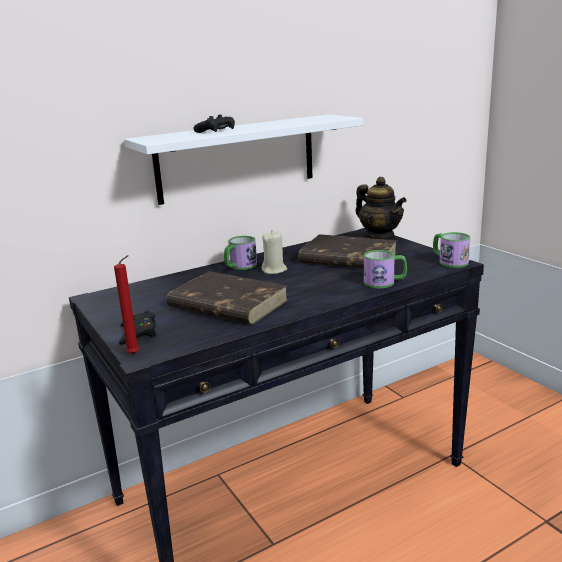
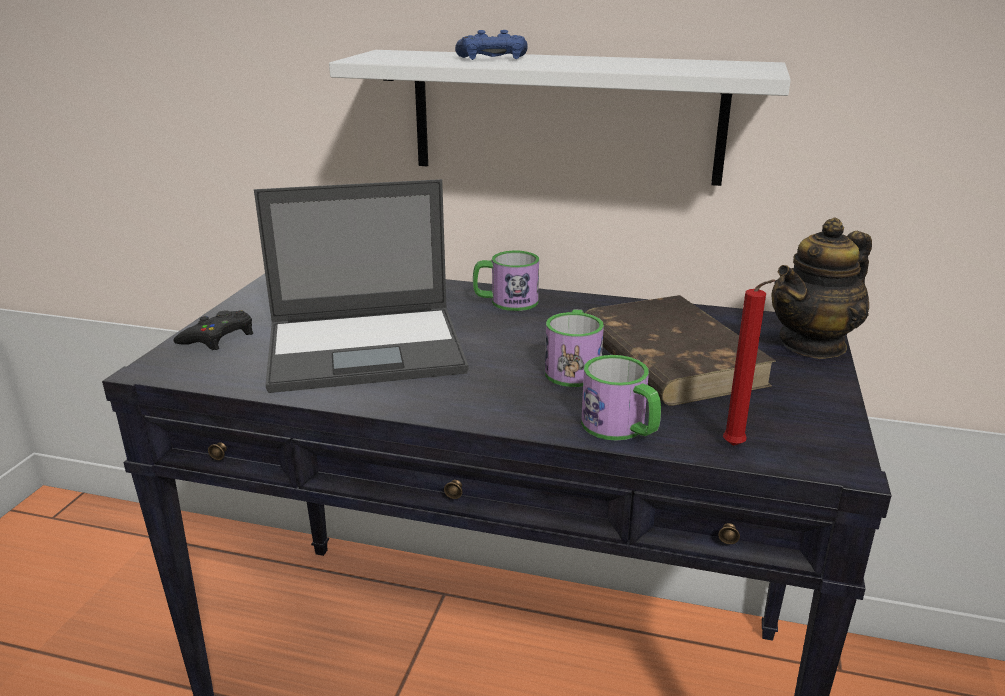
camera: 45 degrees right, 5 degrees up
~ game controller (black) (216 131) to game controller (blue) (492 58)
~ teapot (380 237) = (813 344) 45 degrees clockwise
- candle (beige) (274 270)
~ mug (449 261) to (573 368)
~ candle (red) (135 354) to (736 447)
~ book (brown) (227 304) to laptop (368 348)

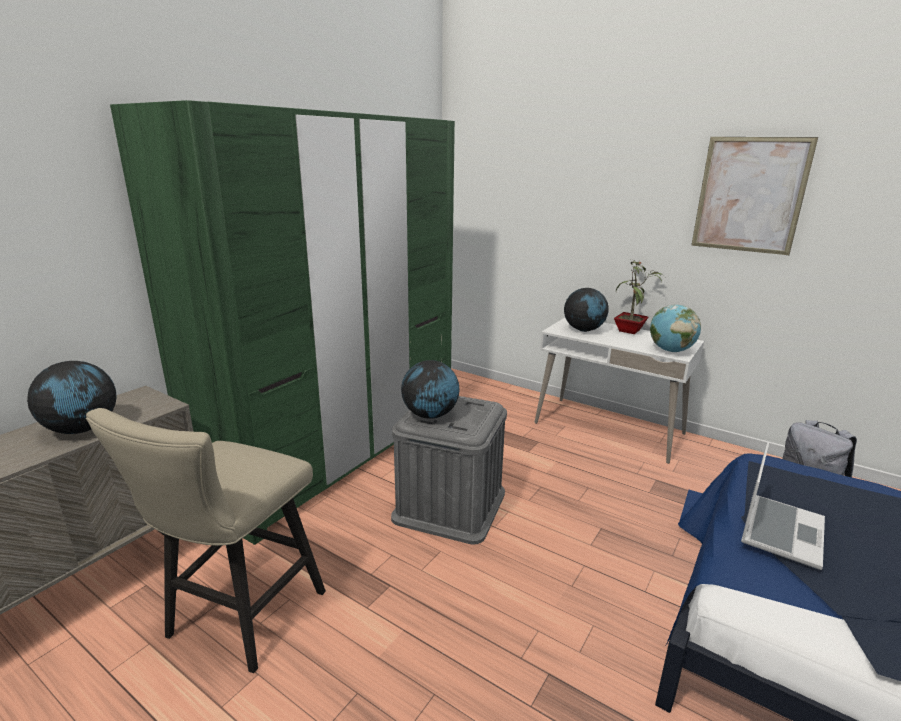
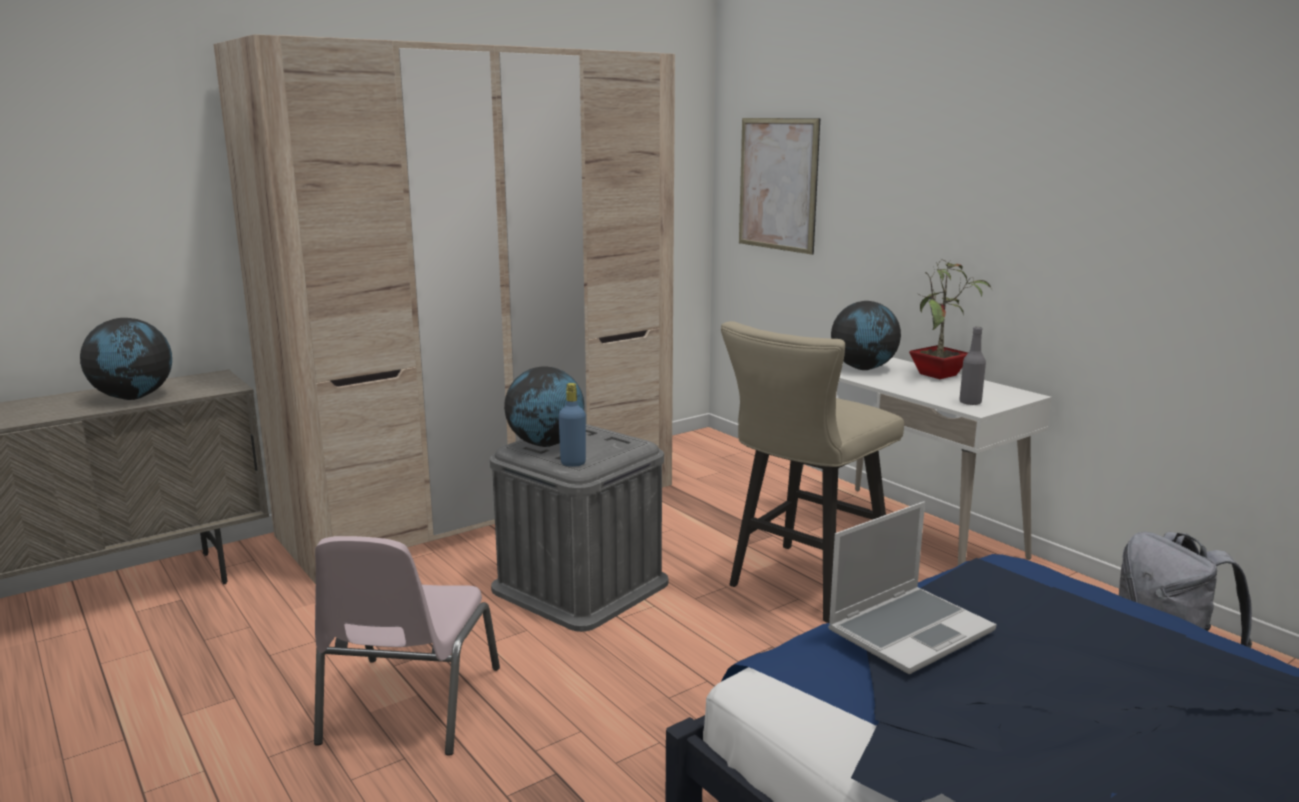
camera: 20 degrees right, 5 degrees down
~ wardrobe (green) (340 452) to wardrobe (beige) (487 508)
~ picture (749 195) to (777 184)
~ globe (670 350) to bottle (grey) (970 402)
~ stool (beige) (239 620) to (802 586)
+ bottle (blue) (573 463)
+ chair (pink) (408 706)

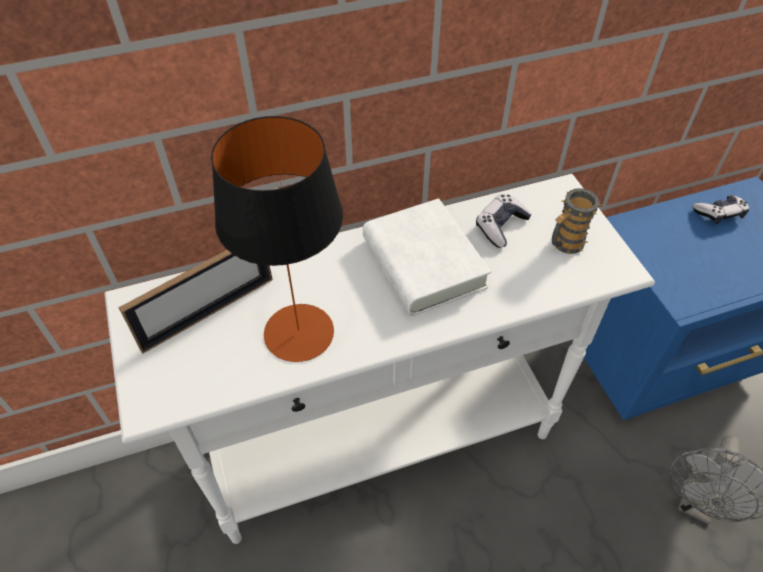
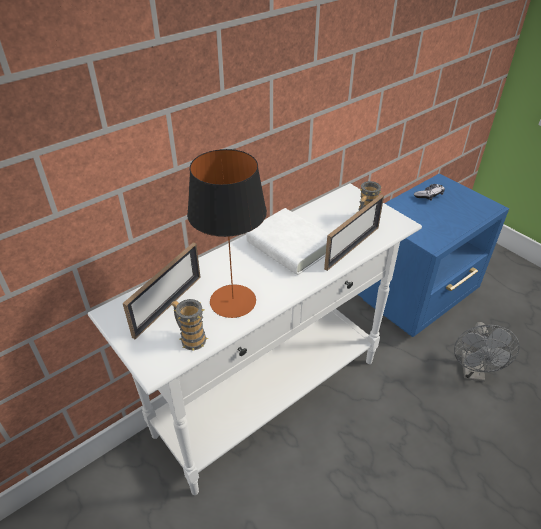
camera: 20 degrees left, 10 degrees down
- game controller (500 226)
+ picture frame (352 247)
+ mug (190 338)

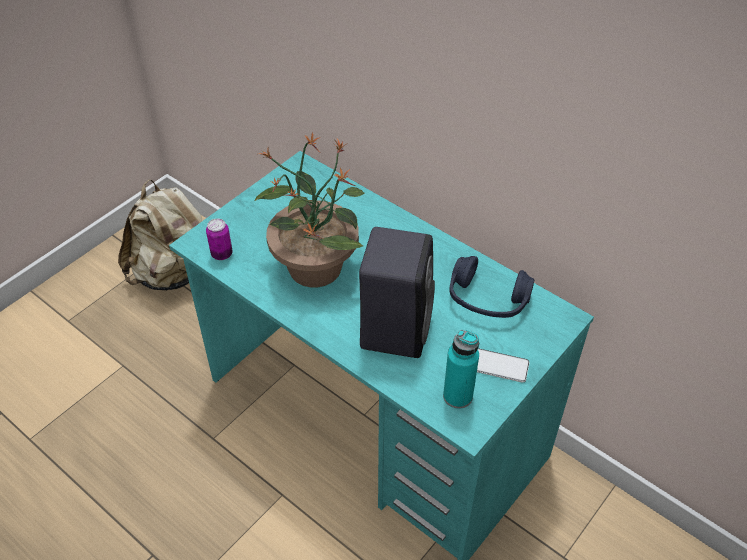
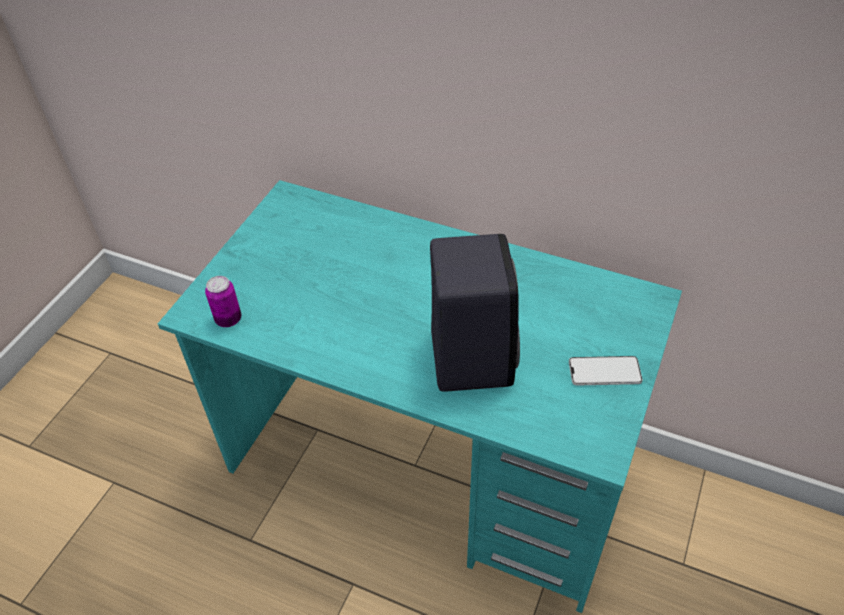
camera: 15 degrees left, 0 degrees up
- potted plant (315 266)
- backpack (beige) (176 273)
- headphones (blue) (487 299)
- bottle (turquoise) (457 396)

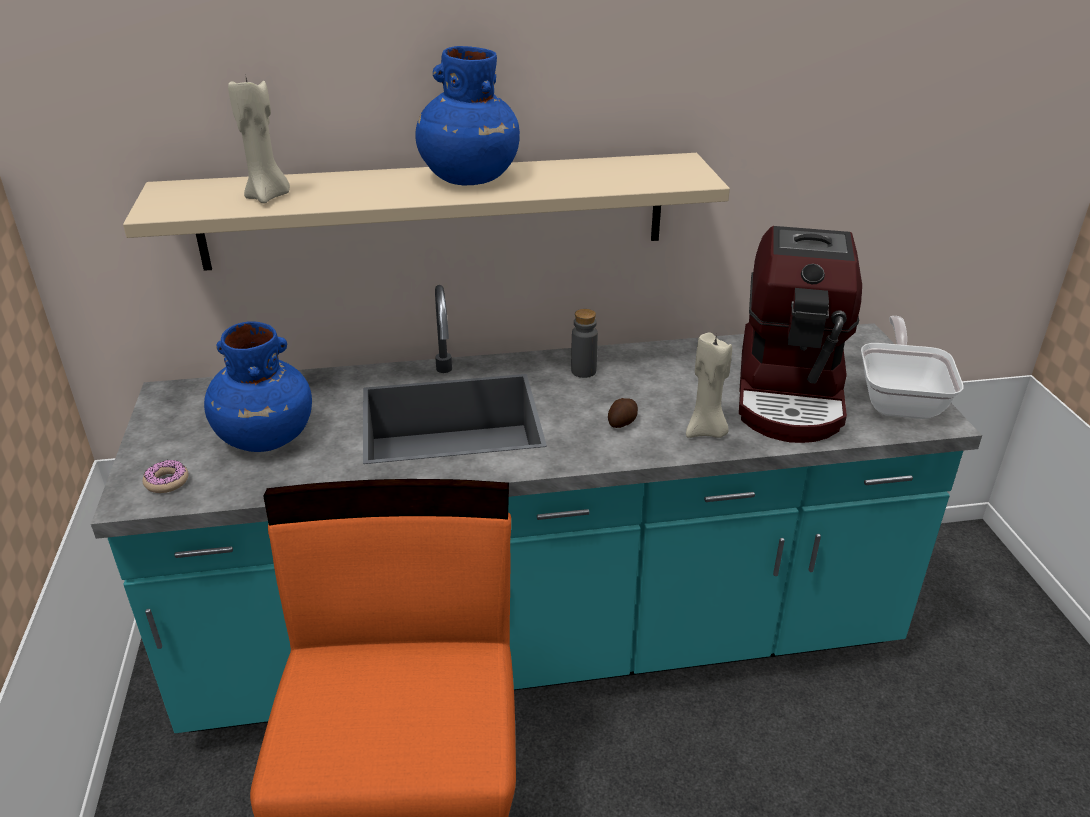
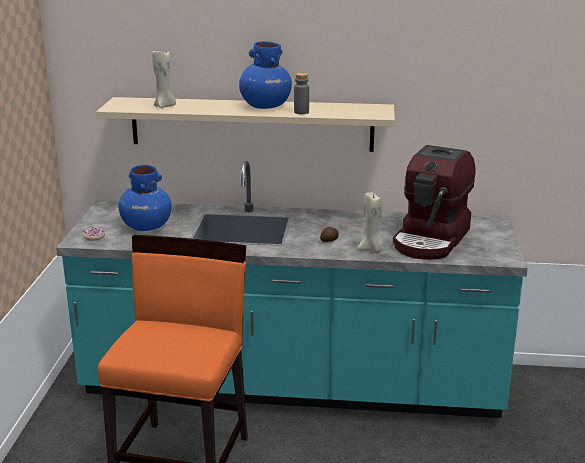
camera: 15 degrees right, 10 degrees down
~ bottle (grey) (583 371) to (301 112)
- frying pan (900 399)

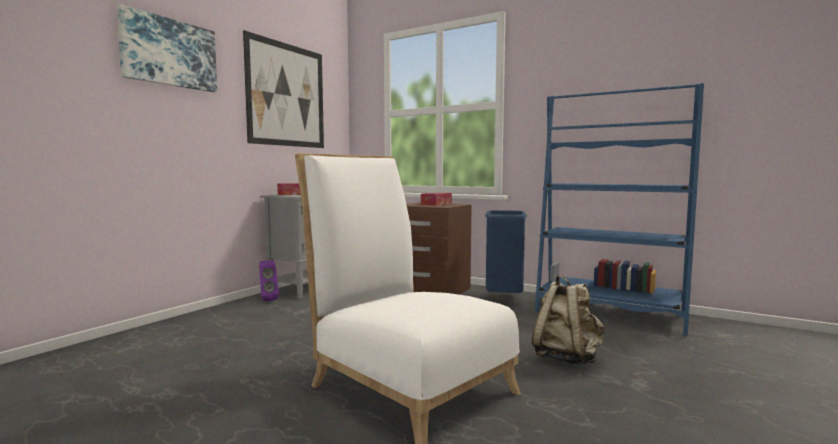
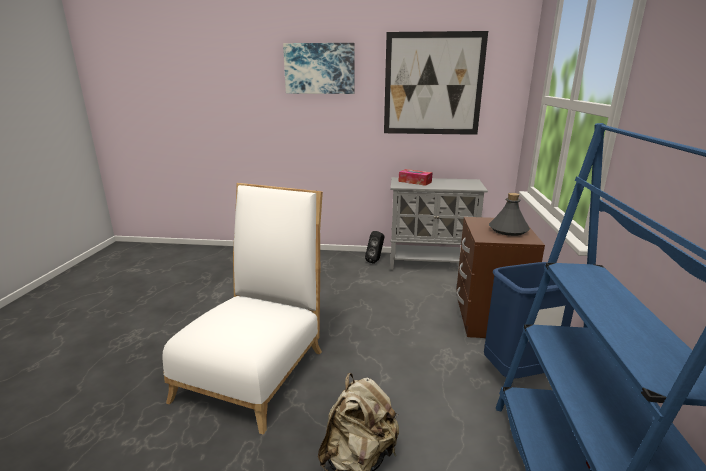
camera: 65 degrees right, 15 degrees up
~ tissue box (436 204) to bottle (grey) (508 230)
~ speaker (purple) (268 299) to speaker (black) (375 261)

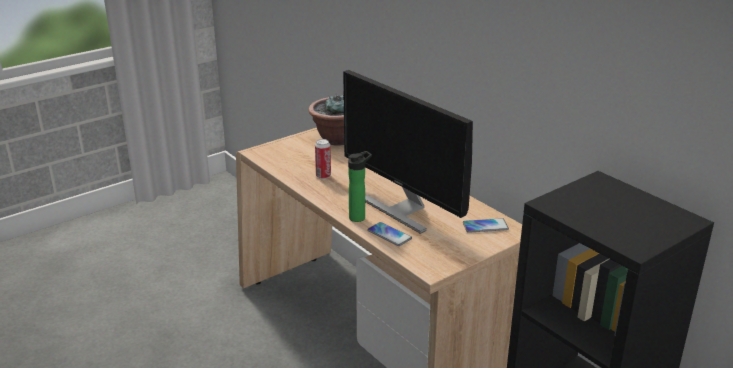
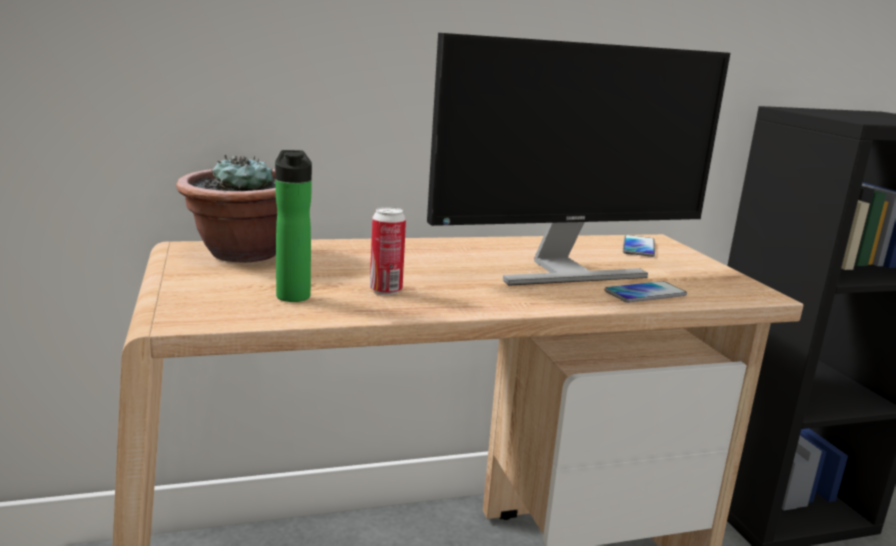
camera: 70 degrees left, 10 degrees down
~ bottle (359 217) to (293 294)

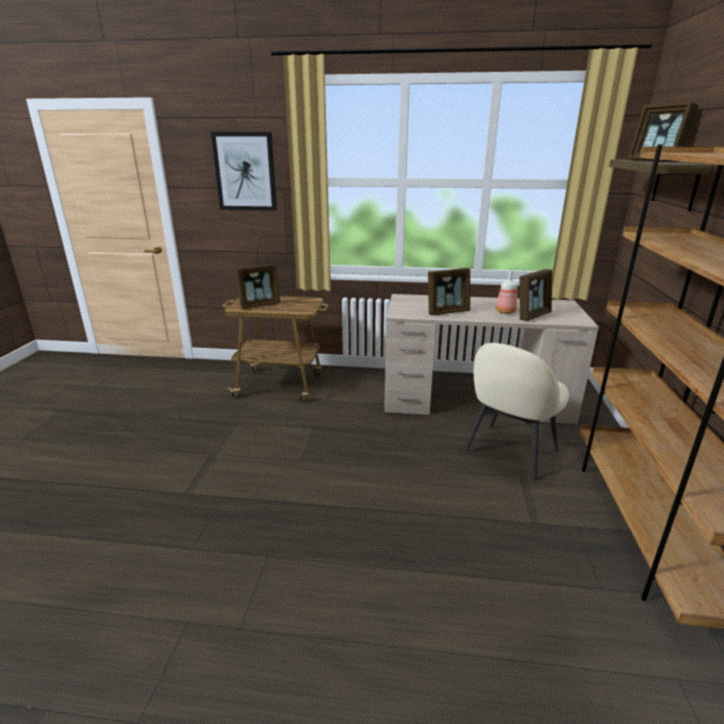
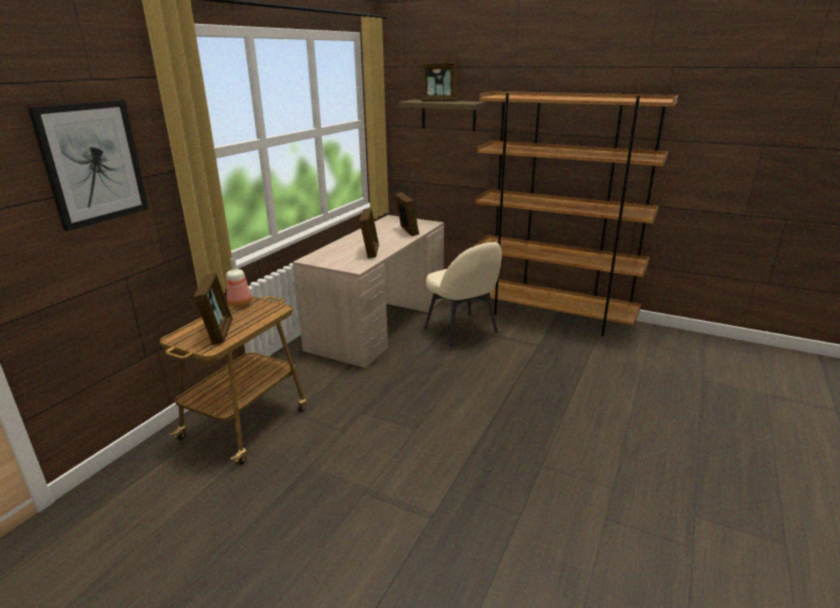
camera: 70 degrees left, 0 degrees up
~ bottle (506 312) to (240 303)

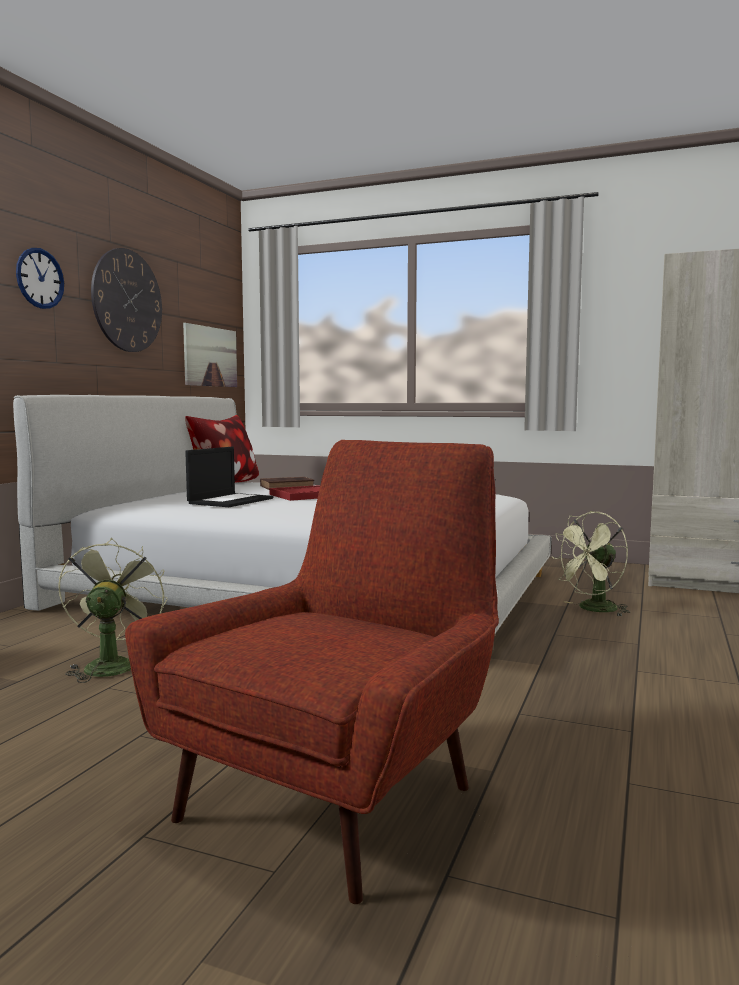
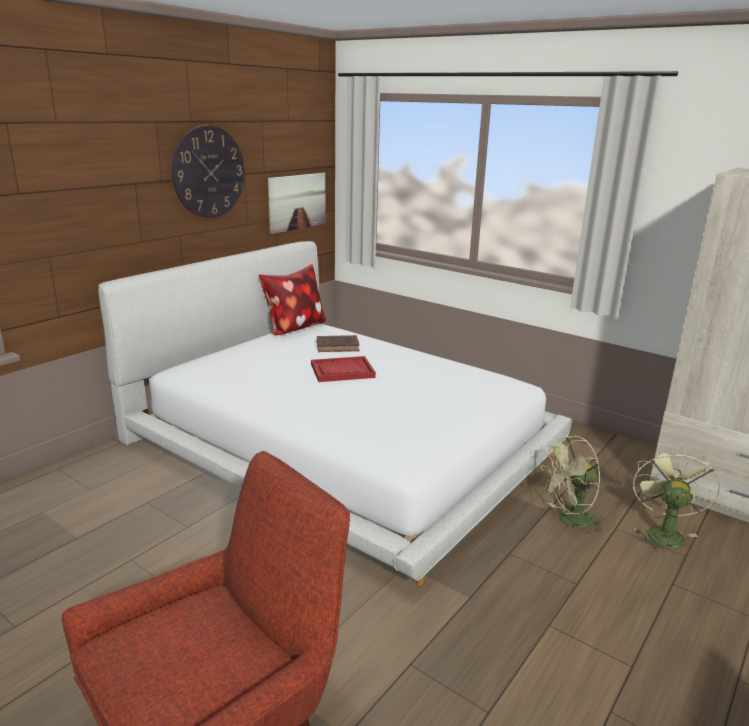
camera: 15 degrees right, 15 degrees up
- wall clock (40 278)
- laptop (230 501)
~ fan (green) (111 664) to (663 532)

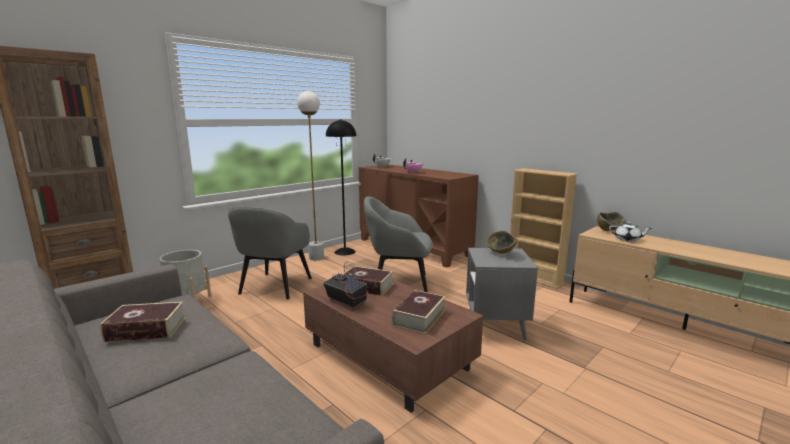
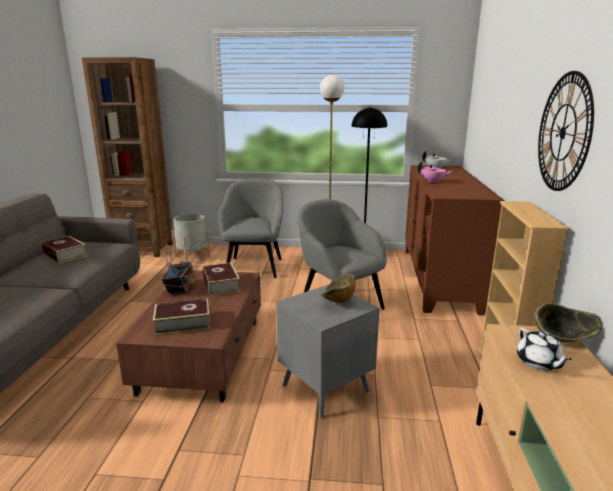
camera: 50 degrees right, 5 degrees up
~ armchair (grey) (275 286) = (254 267) 120 degrees clockwise
+ wall clock (563 132)

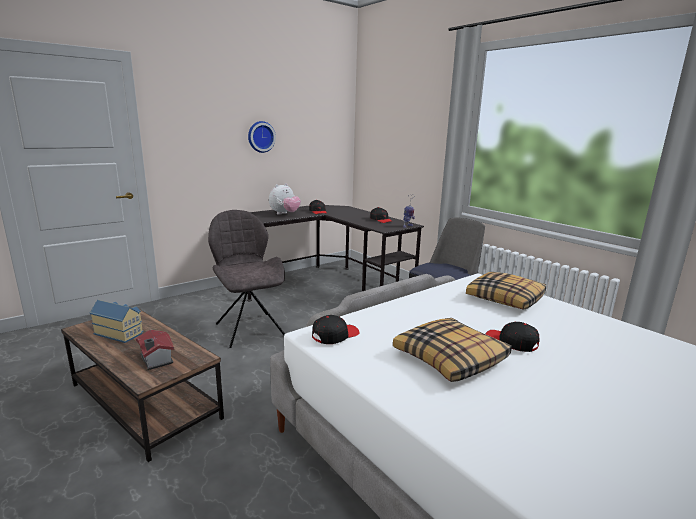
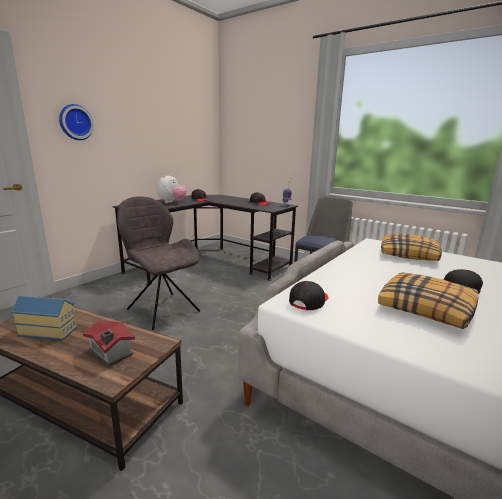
camera: 15 degrees left, 0 degrees up
~ wall clock (260 137) to (75 122)

